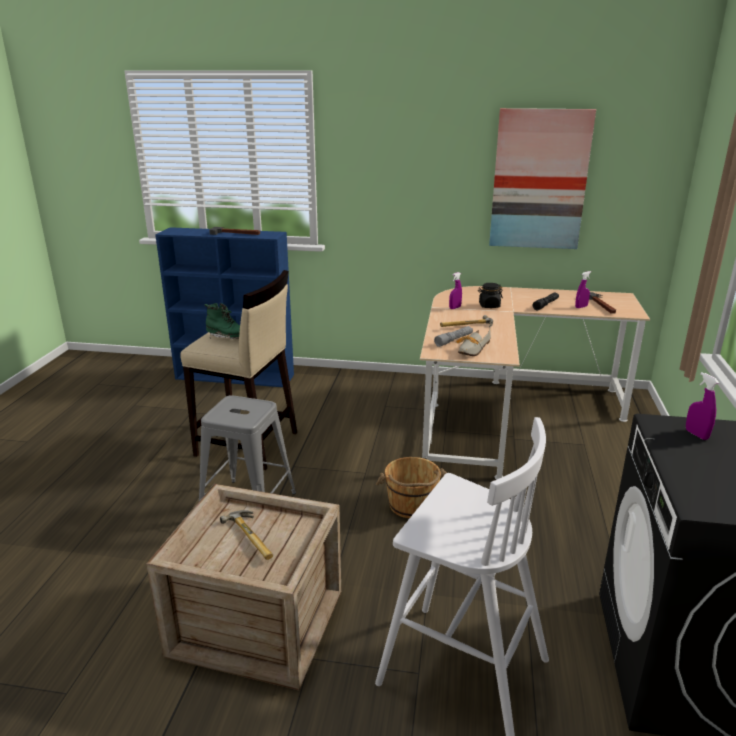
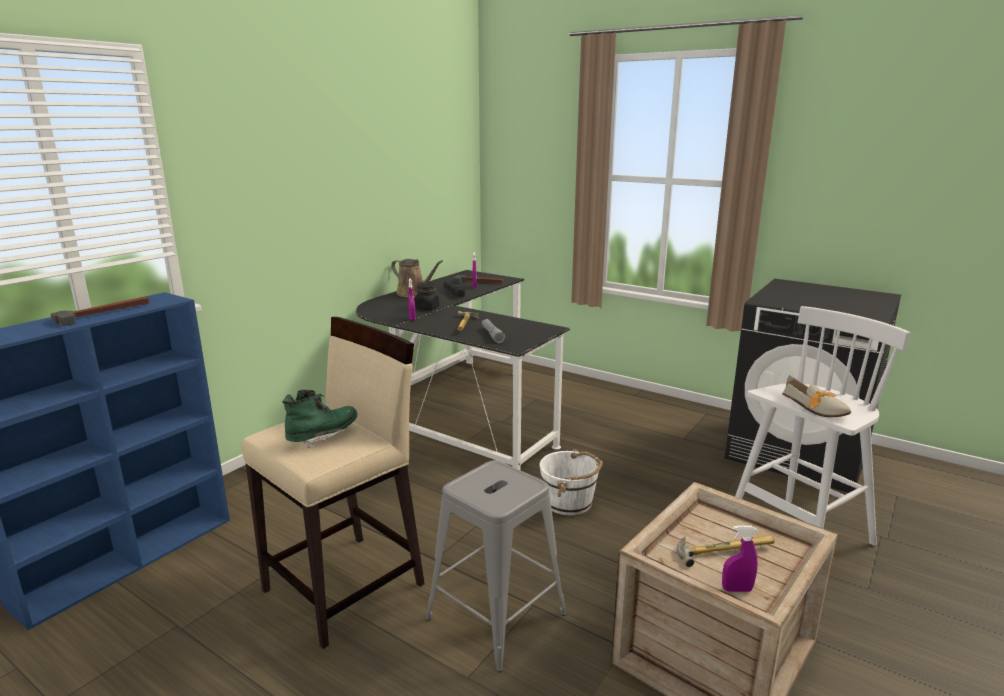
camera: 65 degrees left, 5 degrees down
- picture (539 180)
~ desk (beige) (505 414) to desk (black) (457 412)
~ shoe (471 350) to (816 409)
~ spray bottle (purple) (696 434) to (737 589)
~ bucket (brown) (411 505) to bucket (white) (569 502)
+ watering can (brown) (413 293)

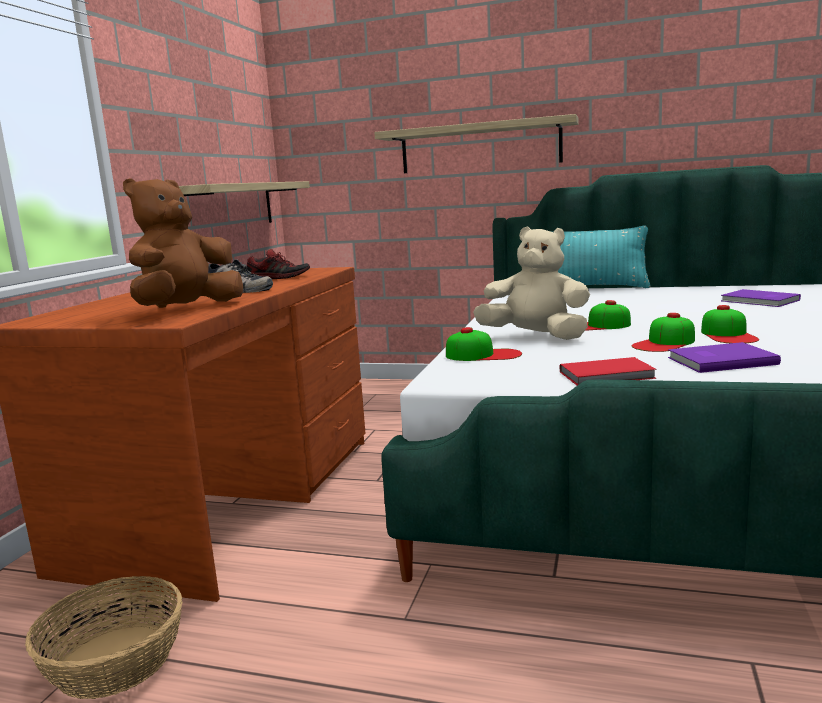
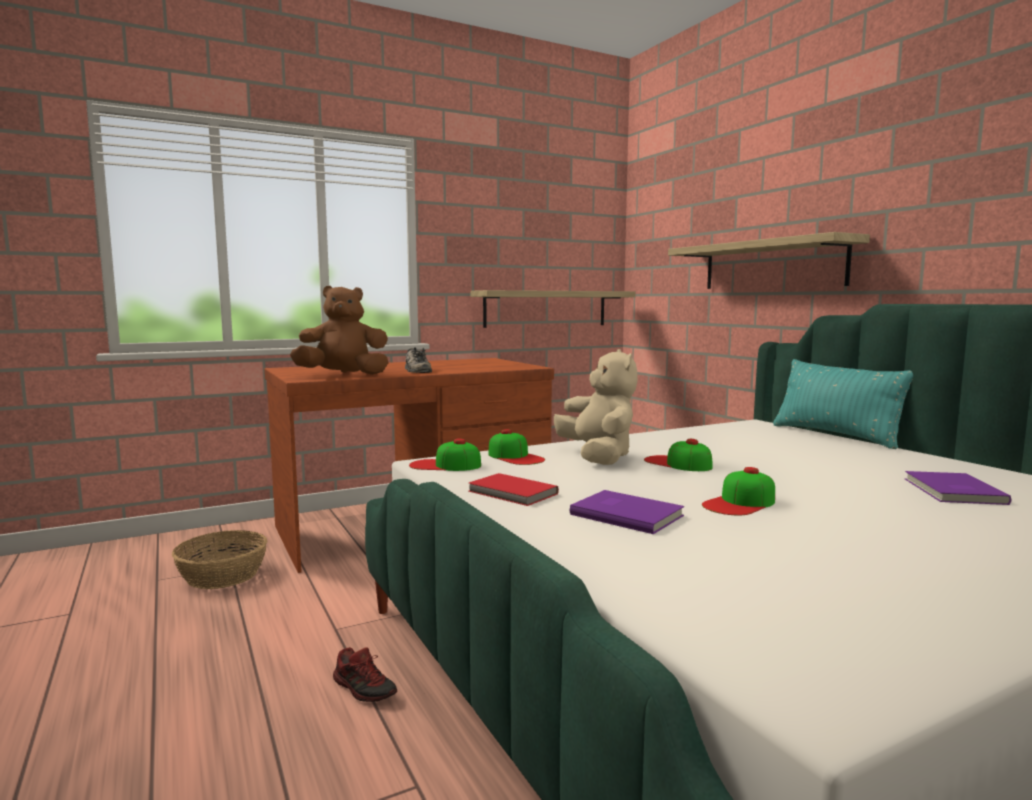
camera: 45 degrees right, 5 degrees down
~ shoe (278 278) to (365 688)
~ cap (664 343) to (445 465)

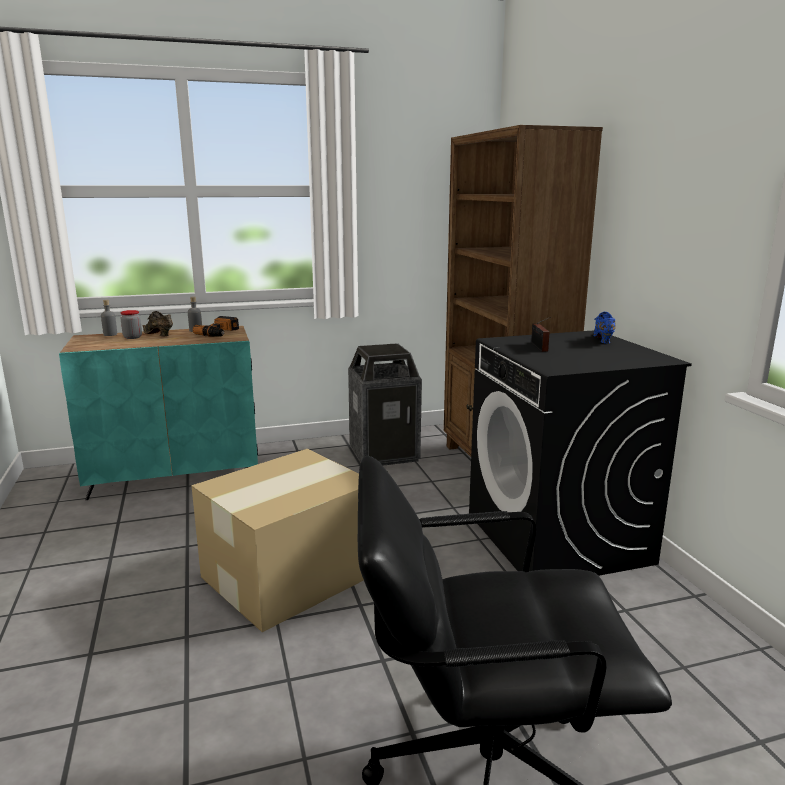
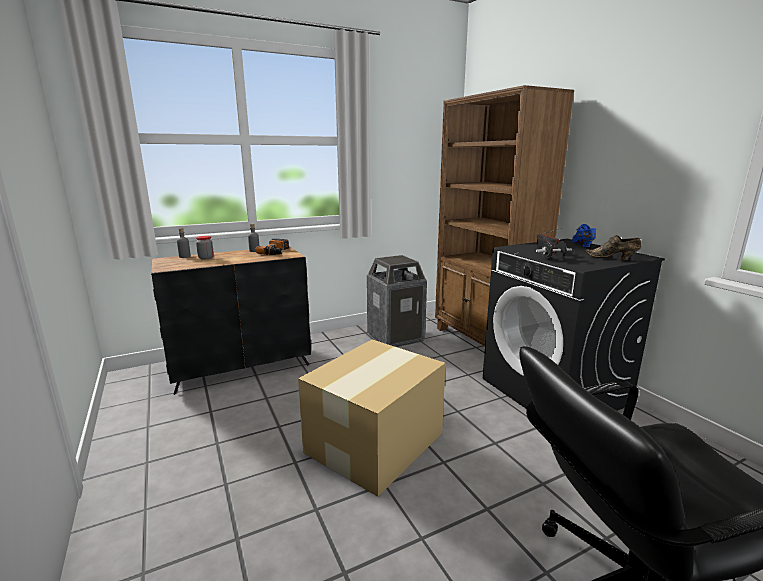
camera: 10 degrees left, 0 degrees up
~ shoe (brown) (158 334) to (613 258)
~ cabinet (turquoise) (175 475) to cabinet (black) (242 367)
+ dumbbell (black) (552 258)

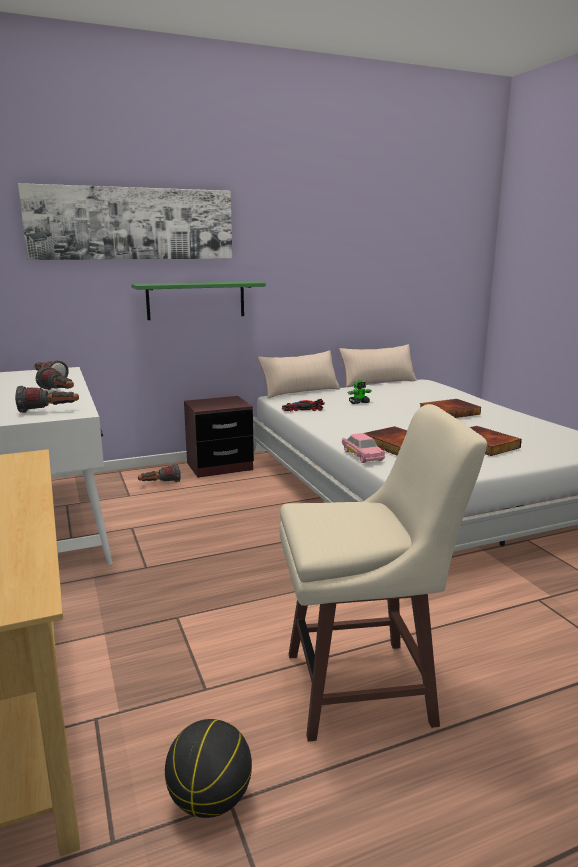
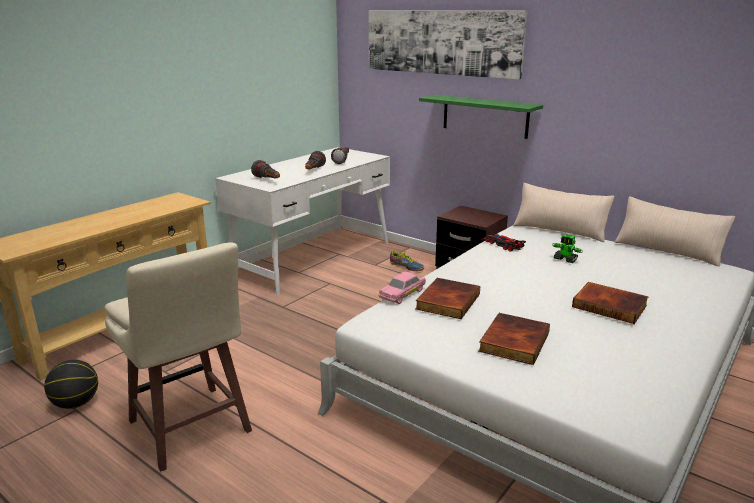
camera: 60 degrees right, 5 degrees up
~ flashlight (160 484) to shoe (406 266)

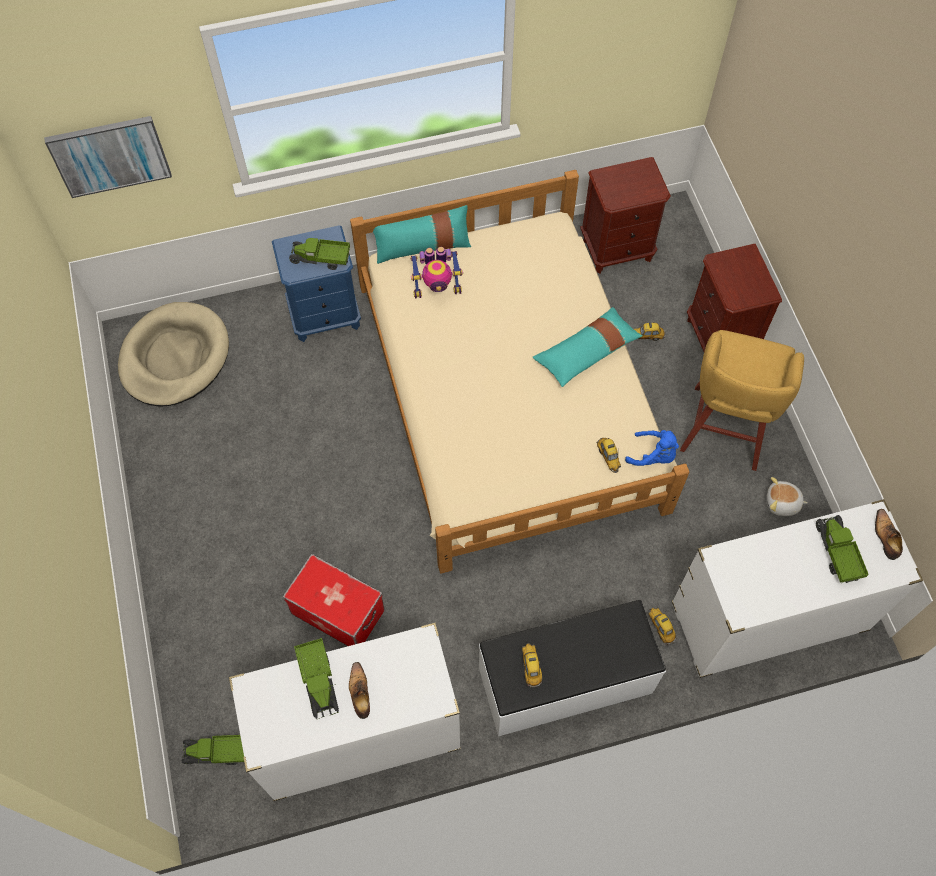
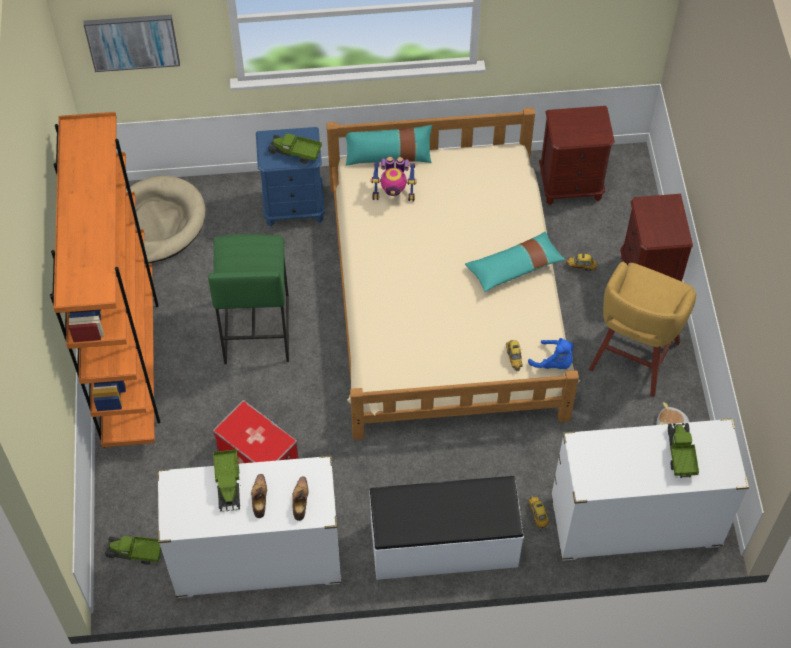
camera: 10 degrees right, 5 degrees down
~ shoe (885 537) to (300 501)
- toy car (531 666)
+ bookcase (orange) (130 364)
+ stool (green) (255 329)

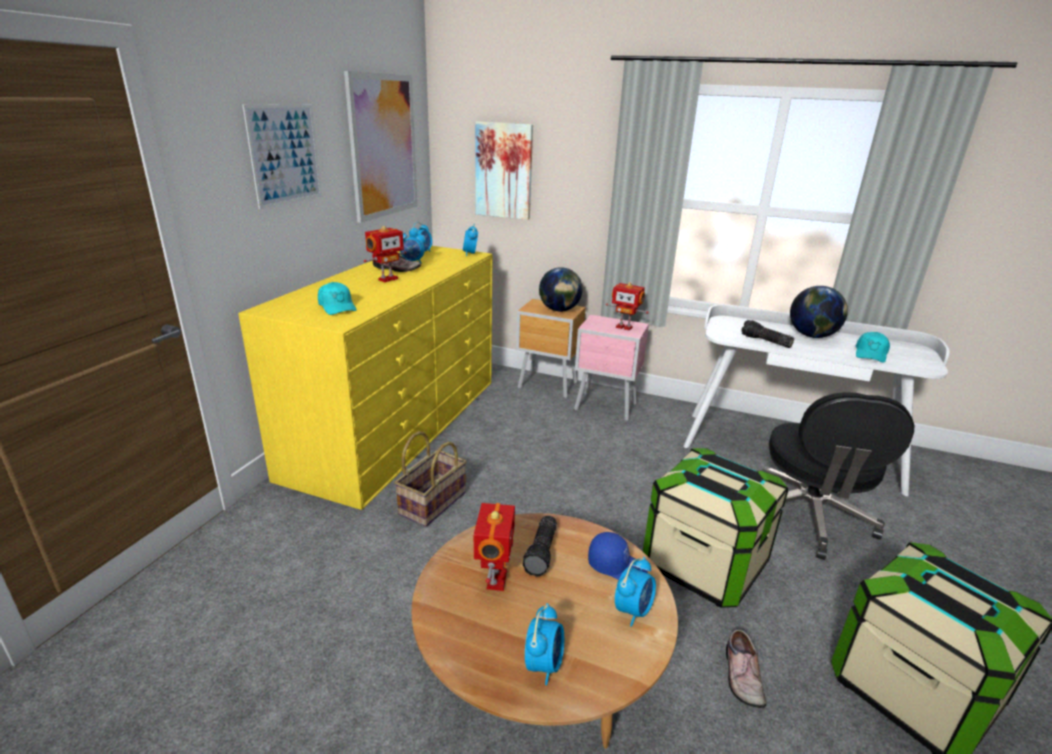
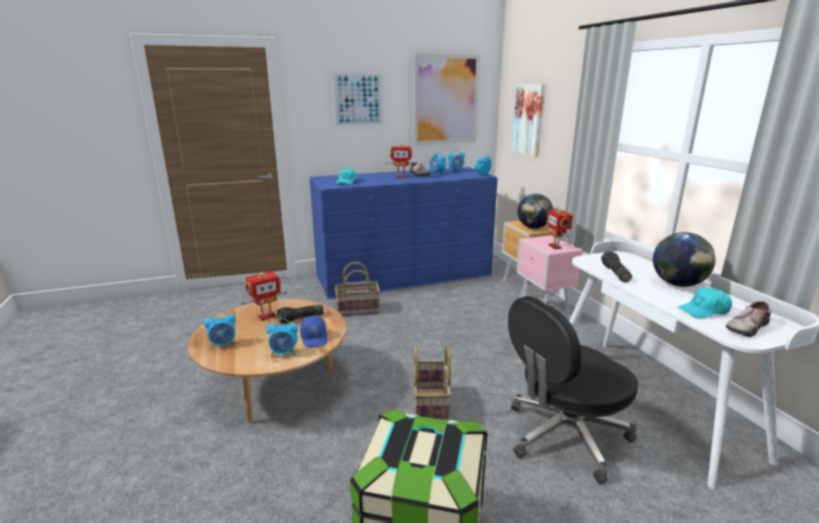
camera: 50 degrees right, 5 degrees down
~ dresser (yellow) (398 425) to dresser (blue) (404 275)
~ storage box (704 565) to basket (431 406)
~ shoe (741 676) to (745 326)

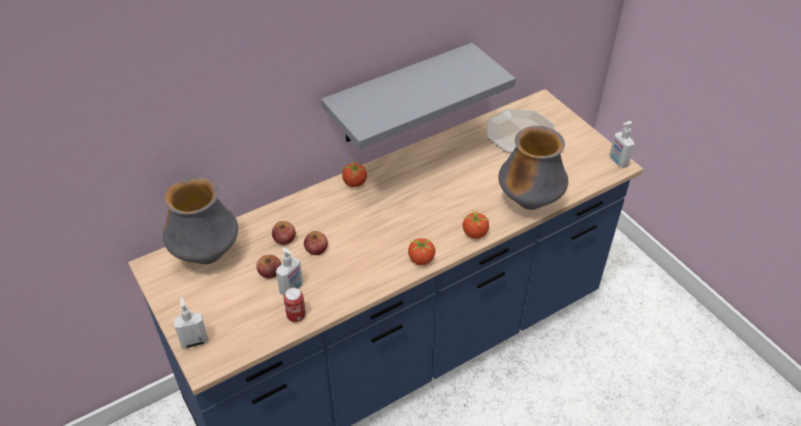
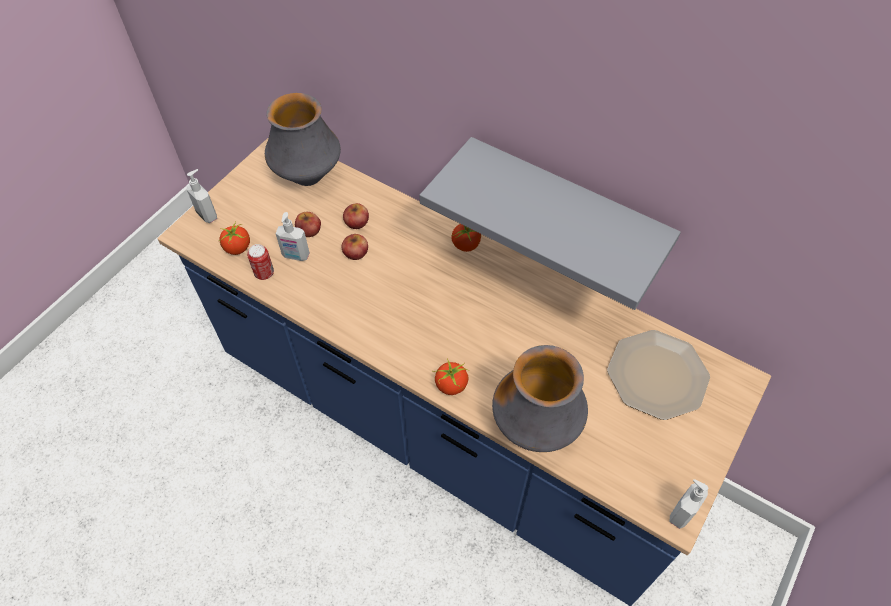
camera: 65 degrees right, 10 degrees up
~ tomato (421 259) to (237 248)

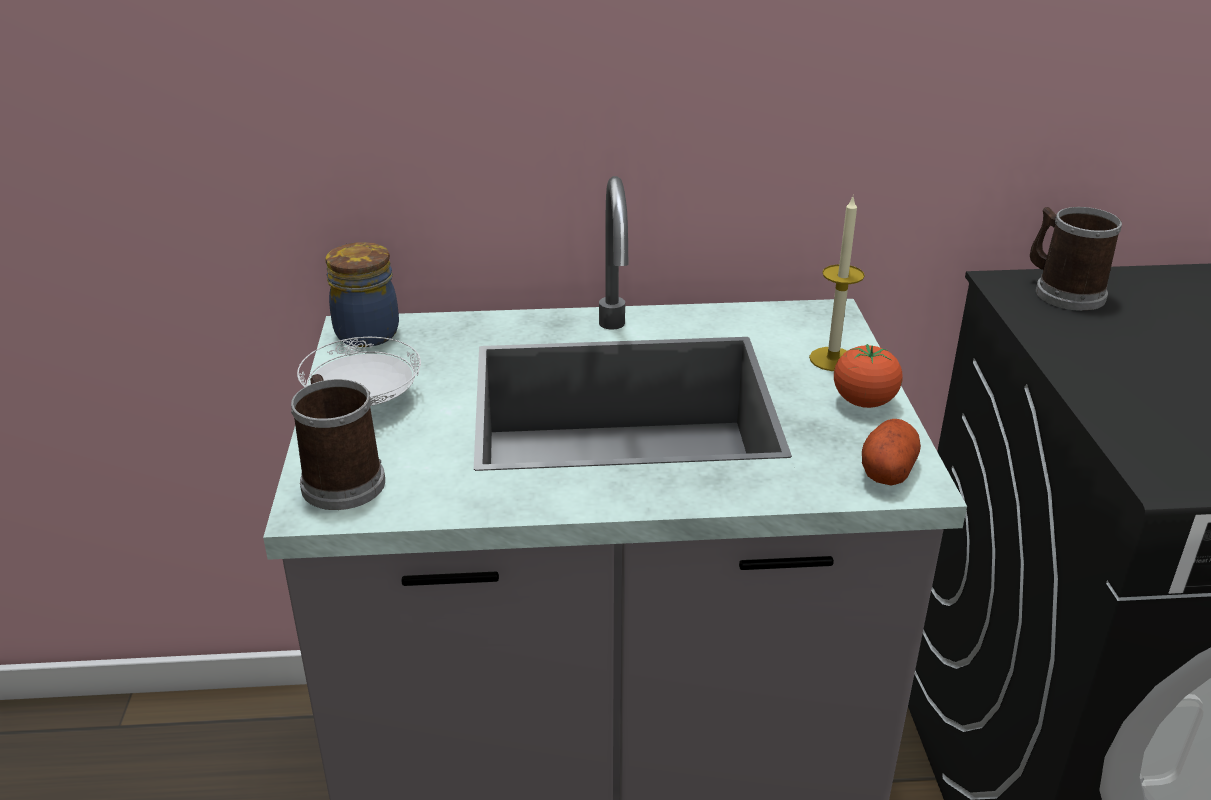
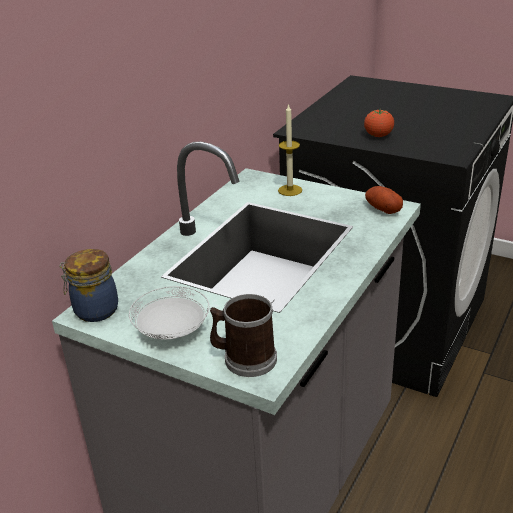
camera: 55 degrees left, 0 degrees up
- mug (1062 292)
~ tomato (864 402) to (378 136)

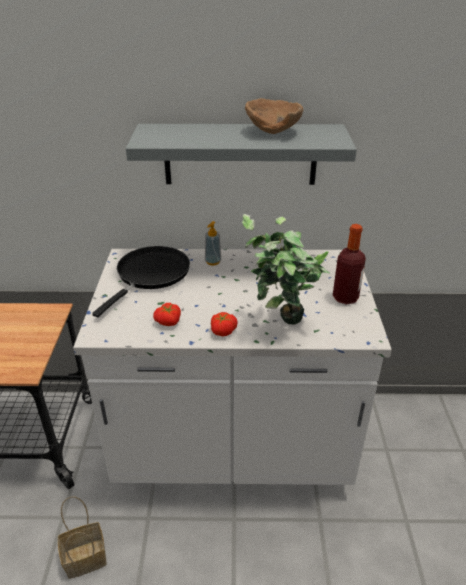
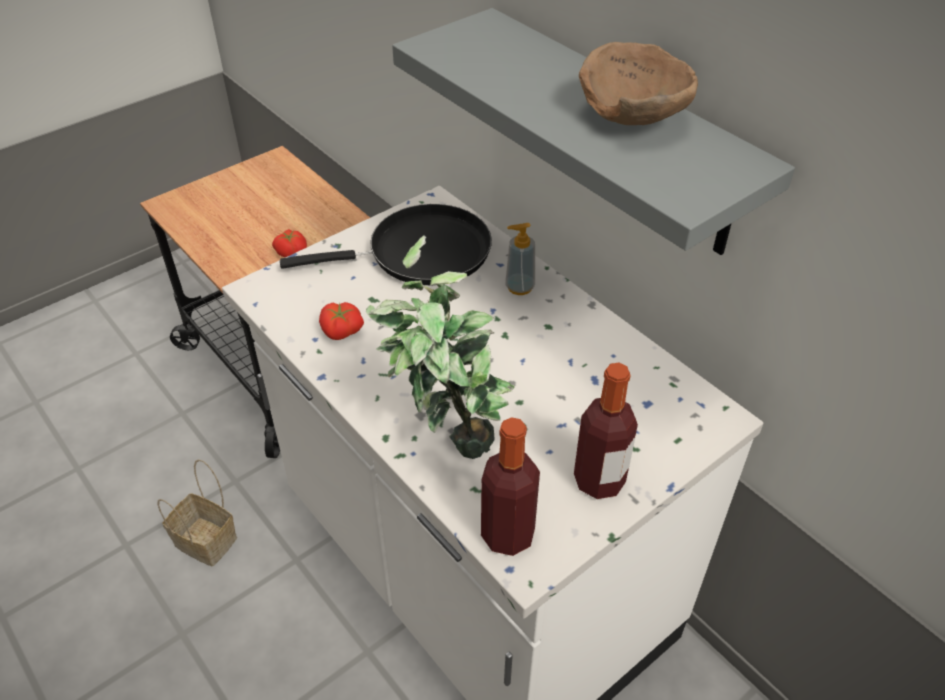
camera: 50 degrees right, 10 degrees up
~ tomato (222 331) to (292 251)
+ bottle (507 534)

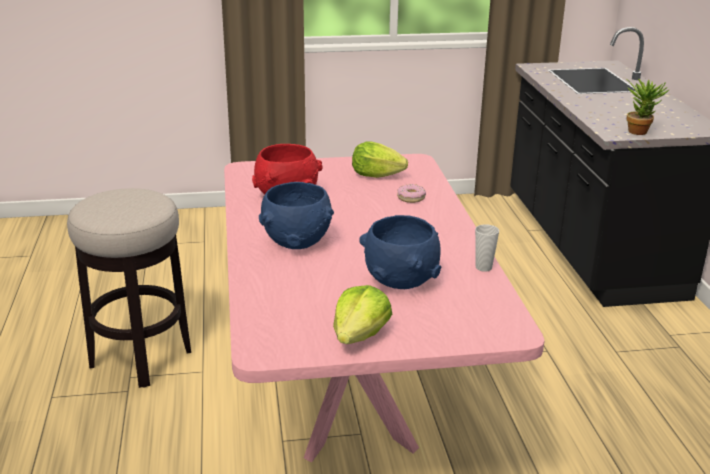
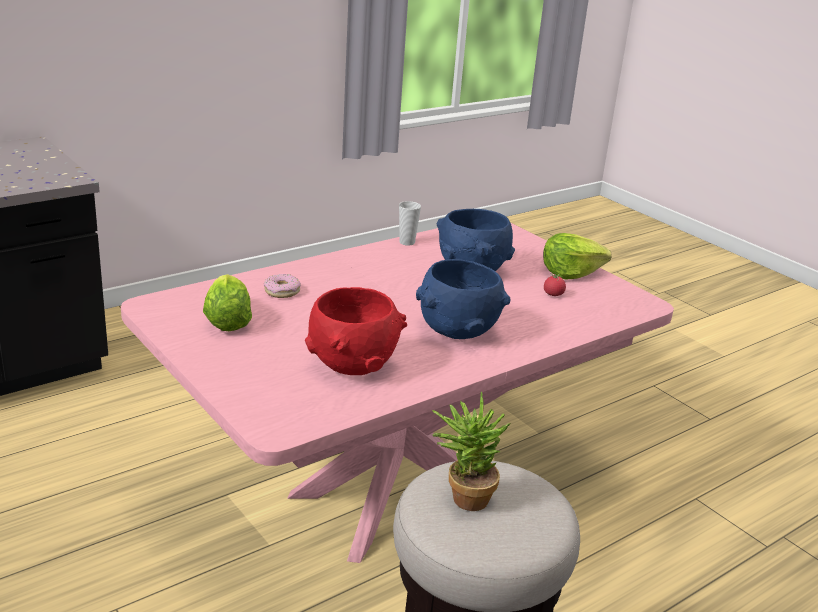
camera: 120 degrees left, 0 degrees up
~ potted plant (640 131) to (463 497)
+ tomato (553 294)

